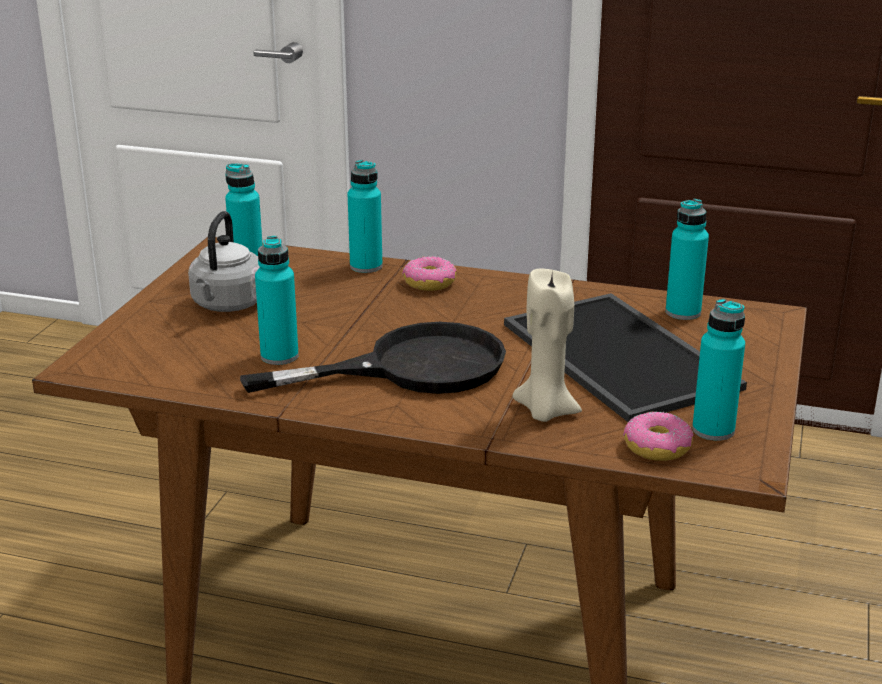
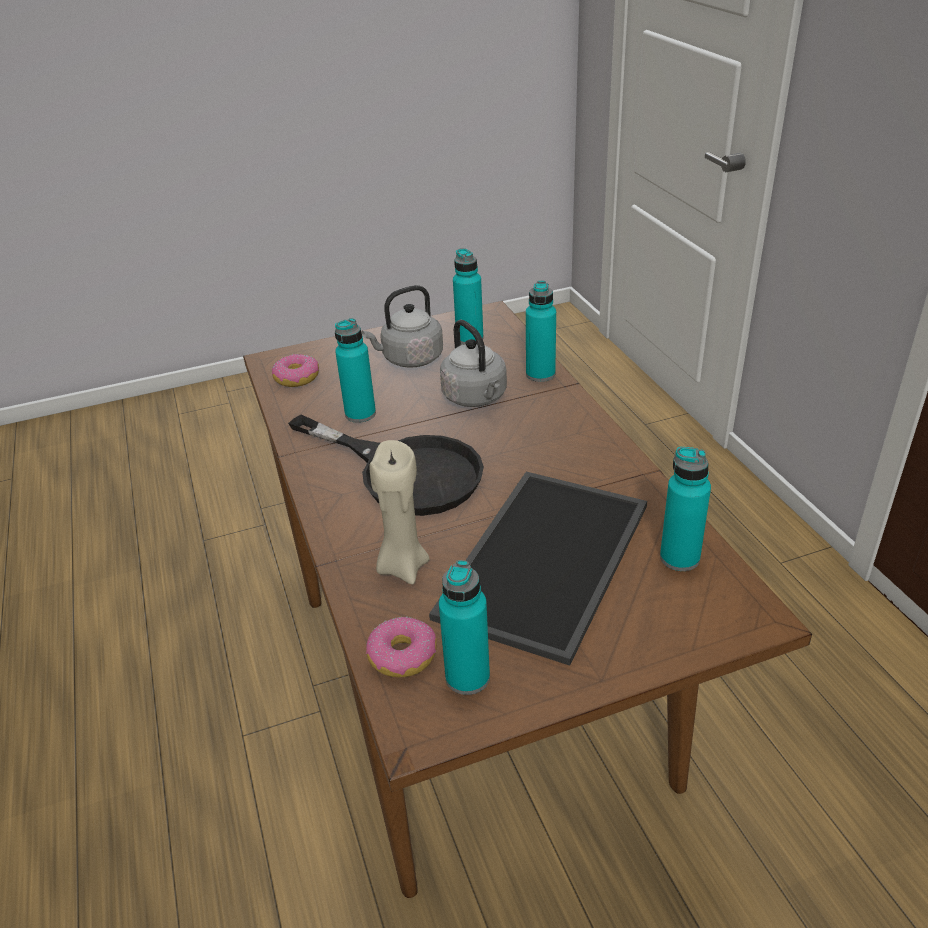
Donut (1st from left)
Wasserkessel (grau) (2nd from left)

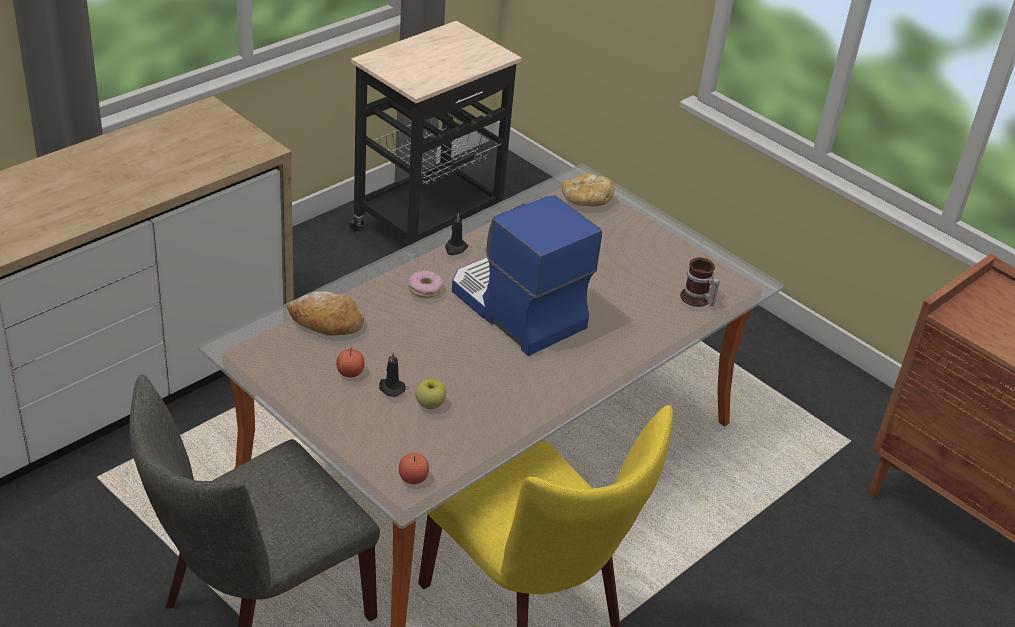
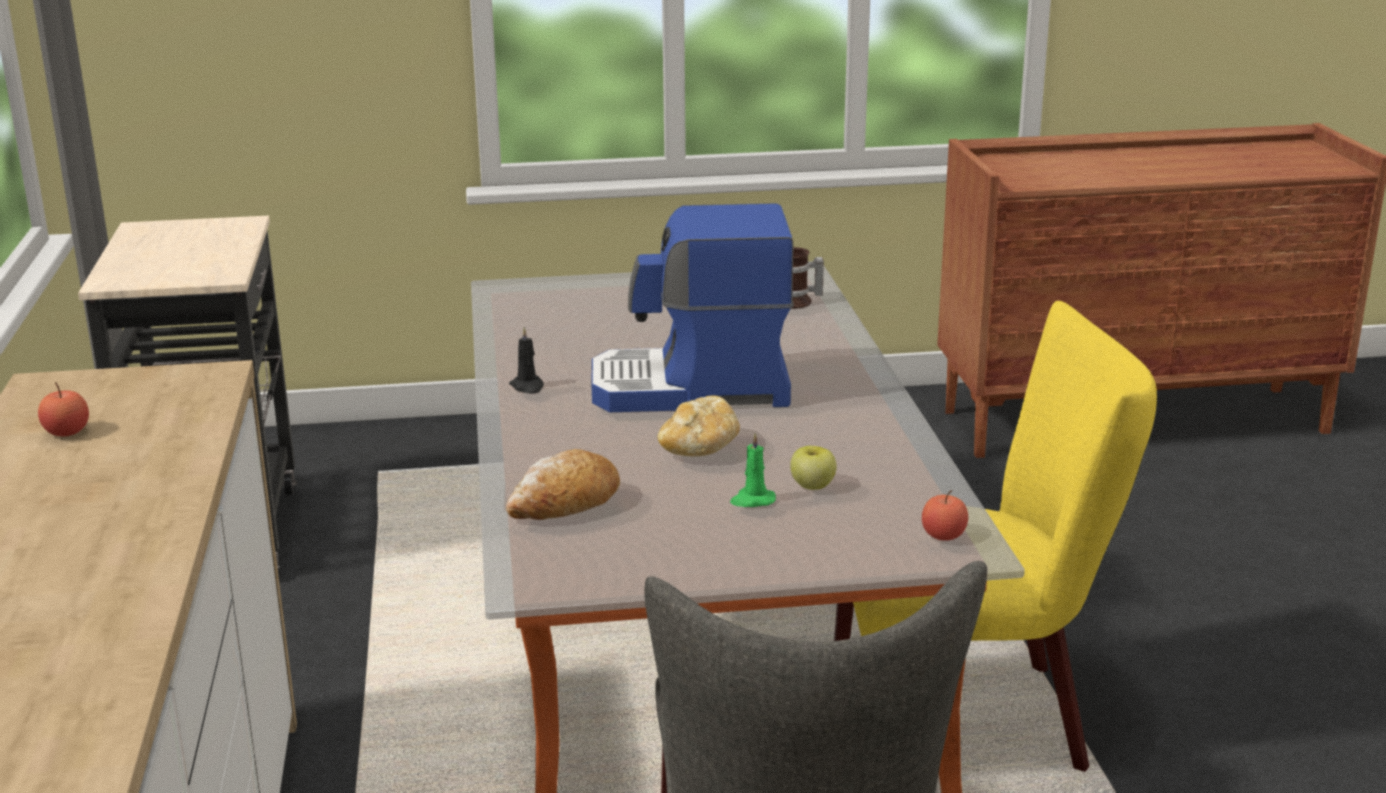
Apfel (1st from left)
Brot (2nd from left)
Kerze (grün)
Donut

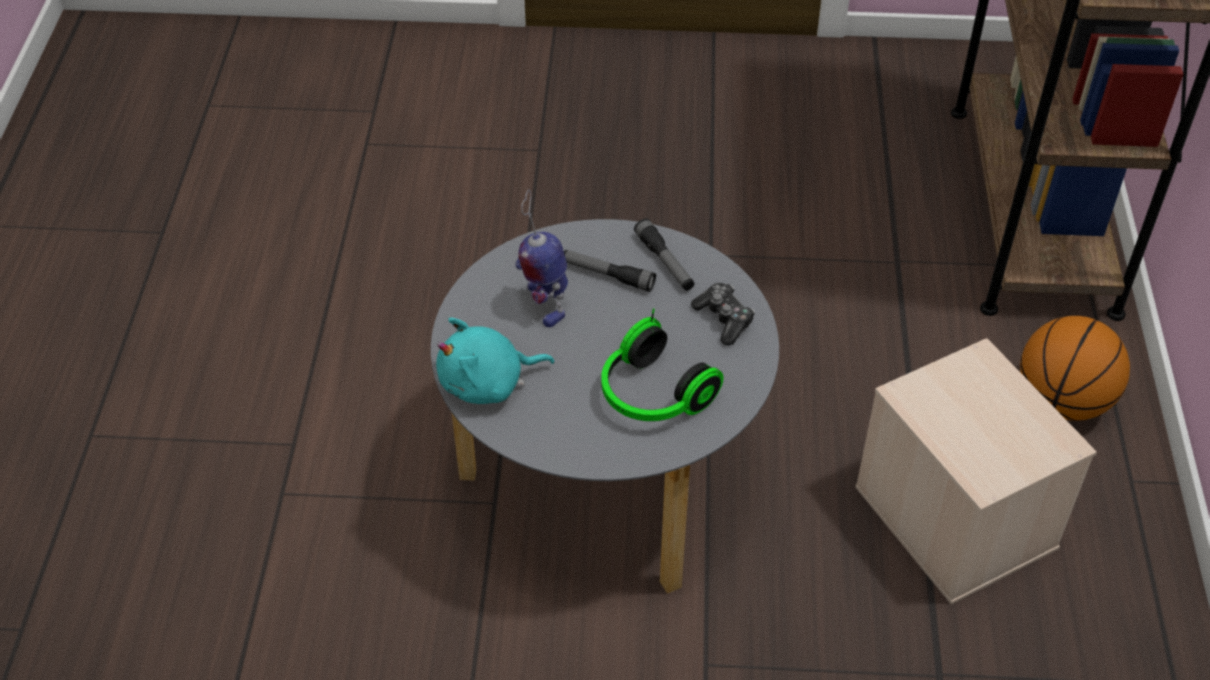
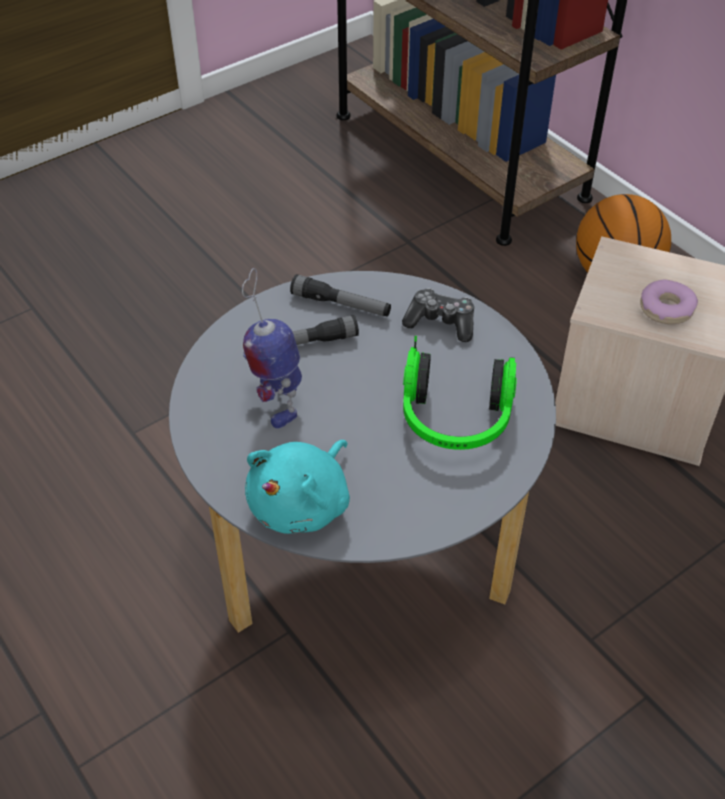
Spielzeugroboter
Donut

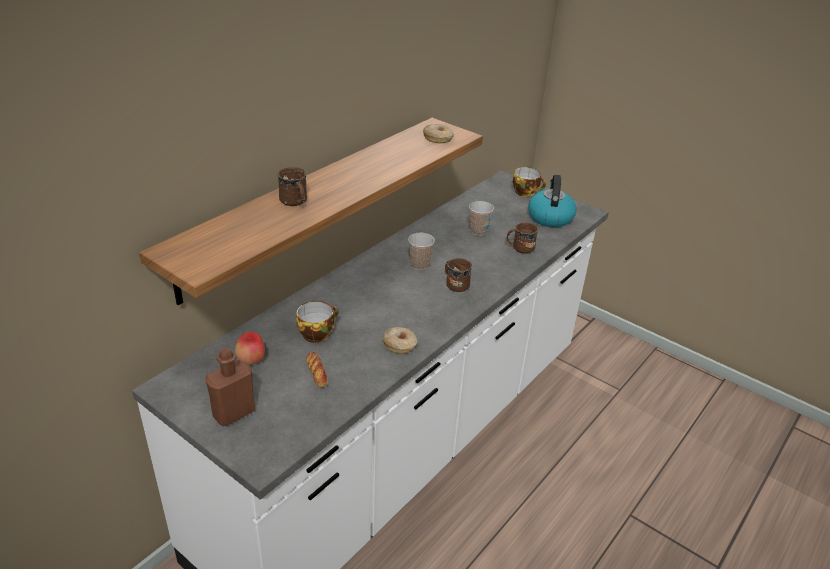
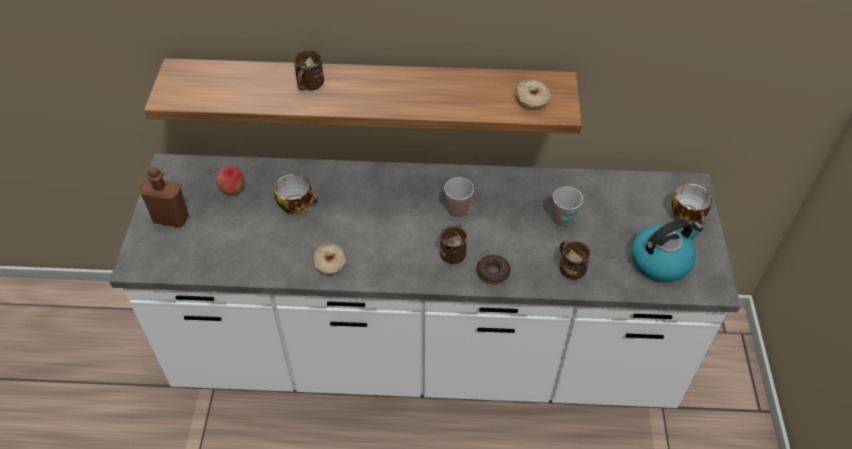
Donut (2nd from left)
Brot

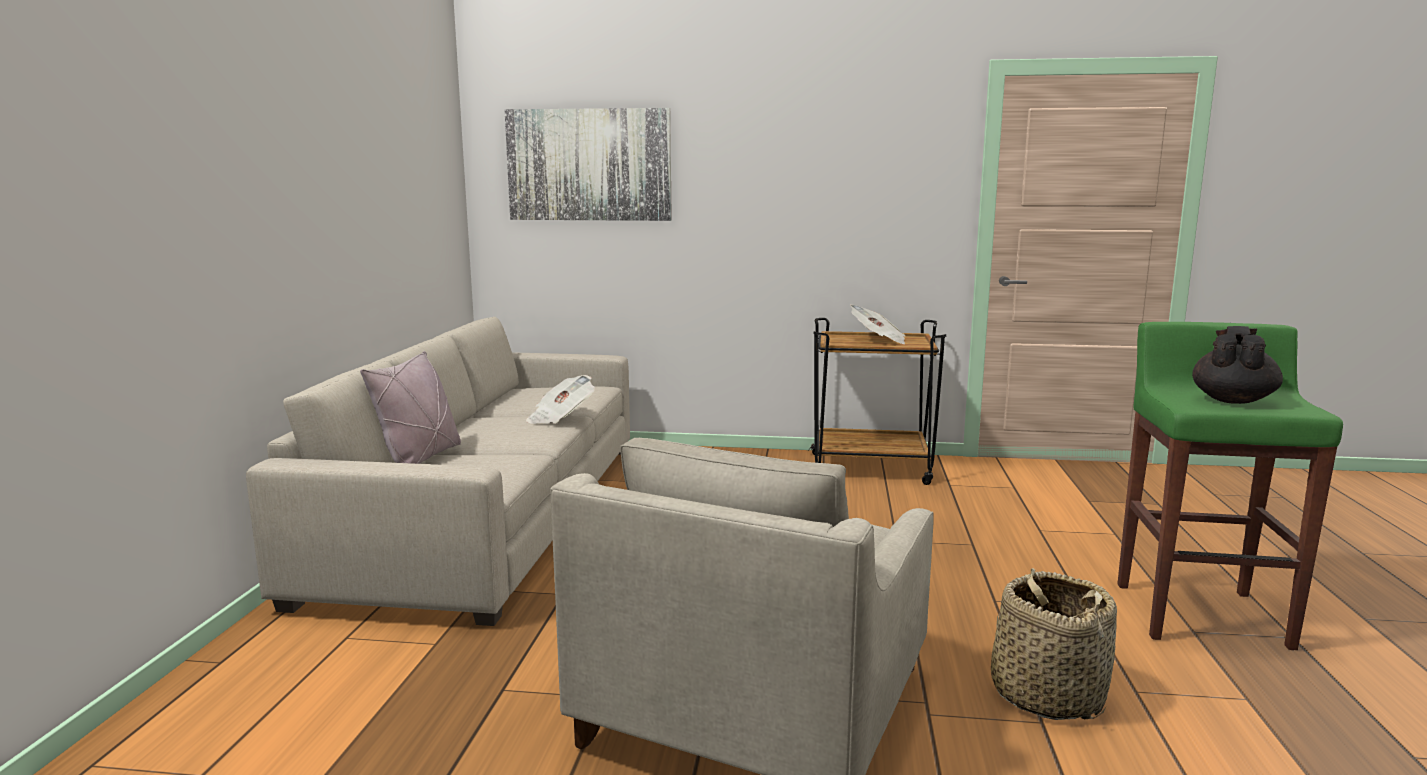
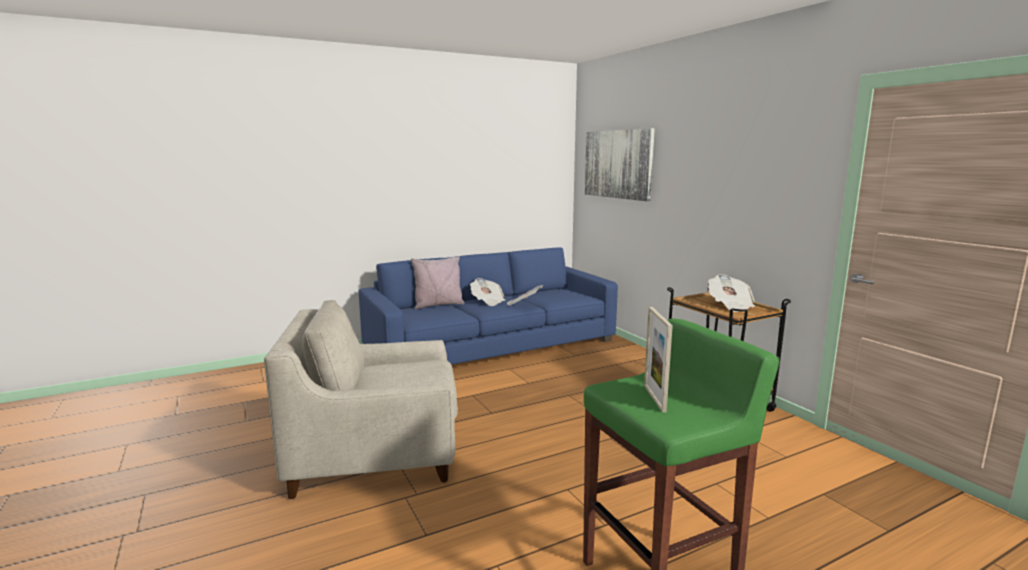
Sofa (blau)
Zeitung (1st from left)
Bilderrahmen
Korb

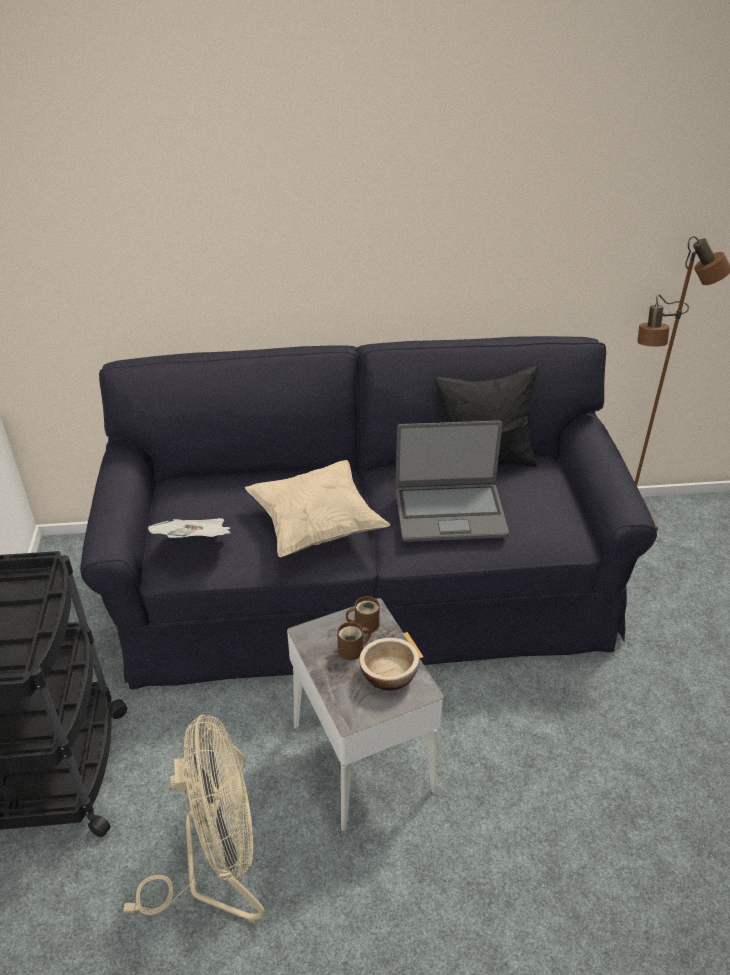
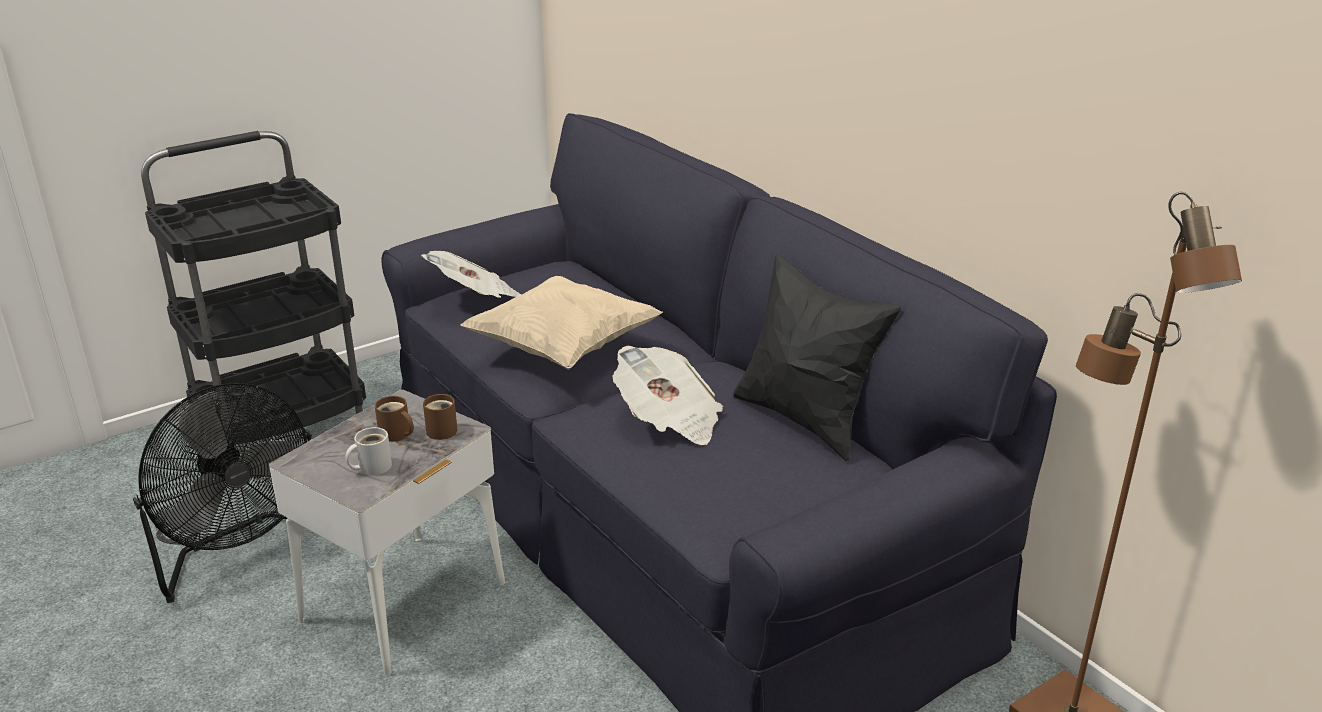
Ventilator (schwarz)
Henkelbecher (weiß)
Zeitung (2nd from left)

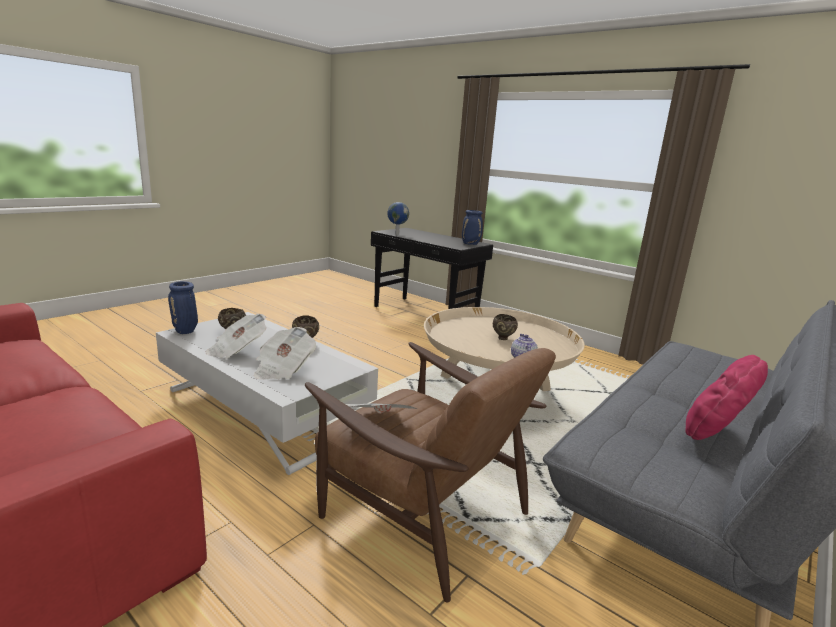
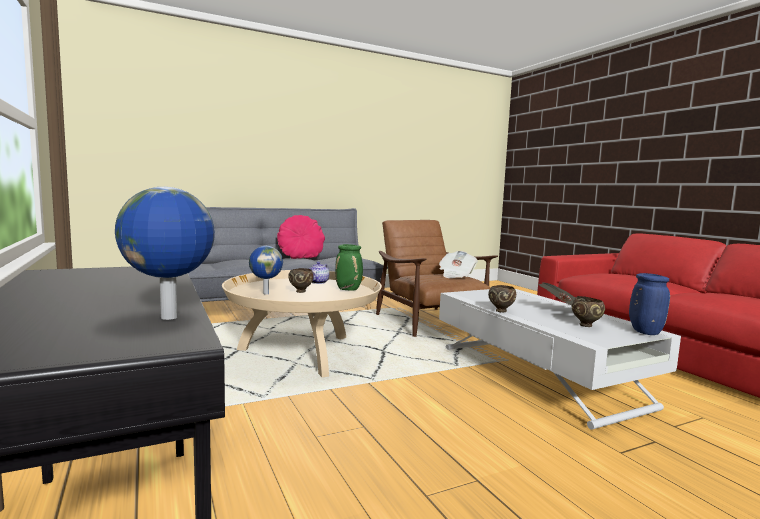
Globus (2nd from left)
Vase (grün)
Zeitung (2nd from left in the first image)
Vase (blau) (2nd from left in the first image)

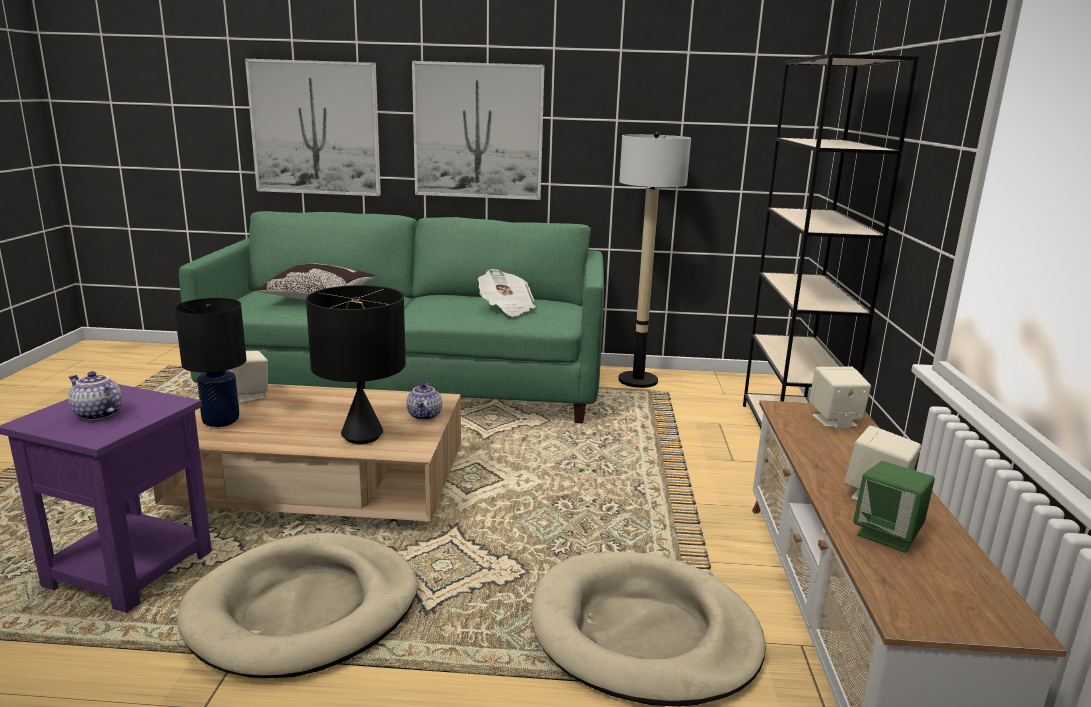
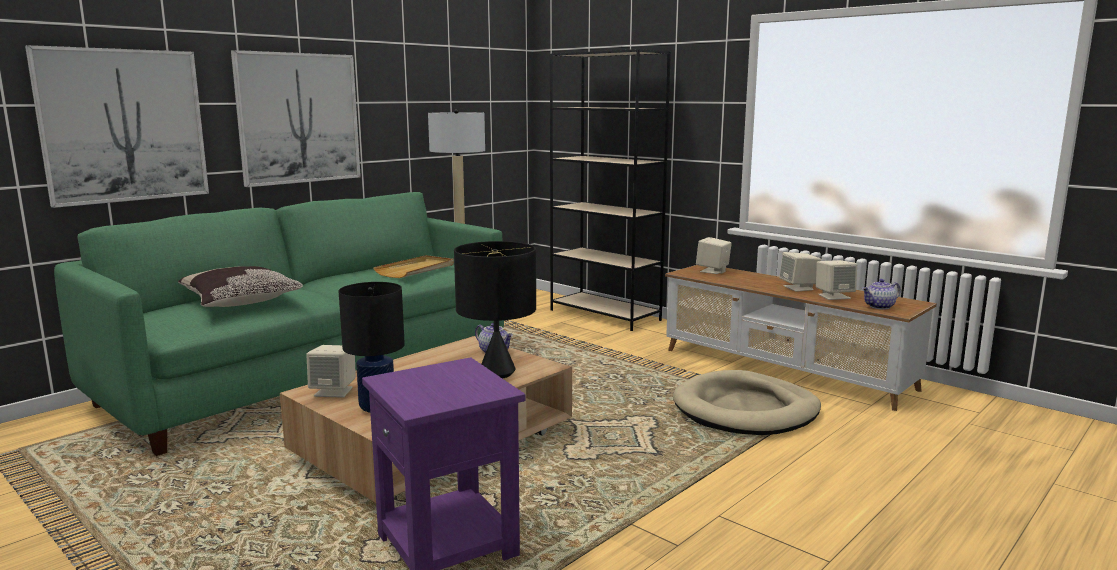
Tablett (beige)
Lautsprecher (beige) (4th from left)
Teekanne (2nd from left)
Hundebett (beige) (1st from left in the first image)

